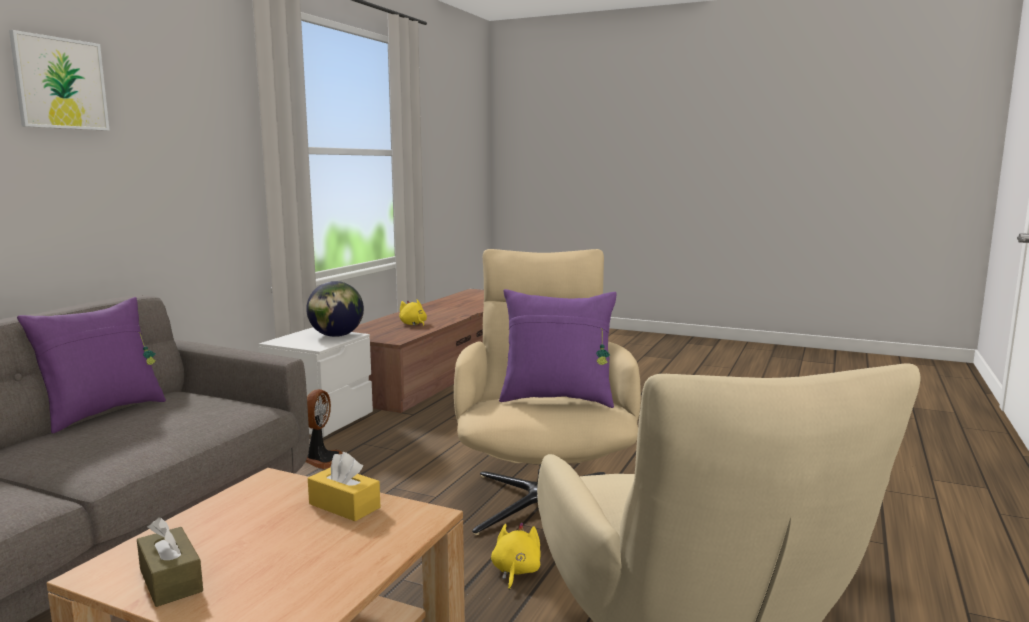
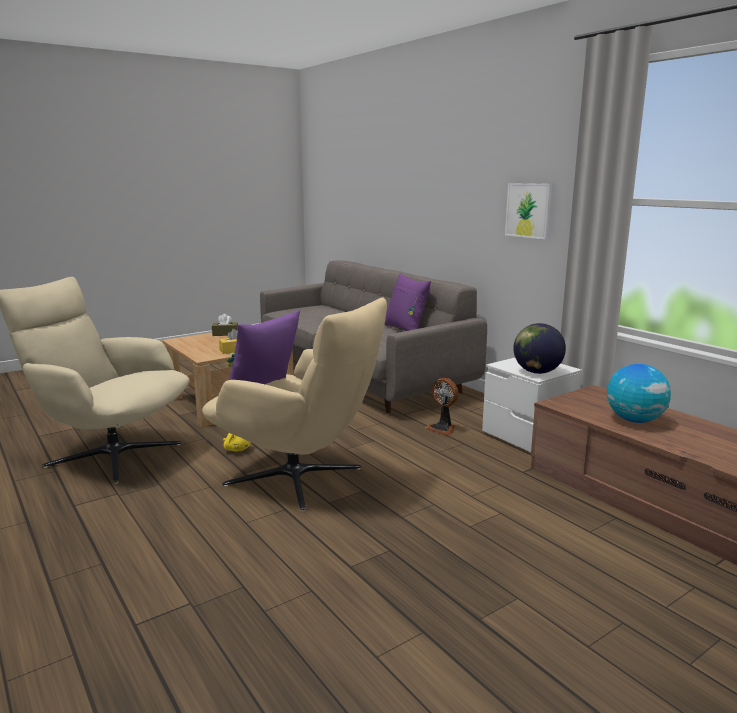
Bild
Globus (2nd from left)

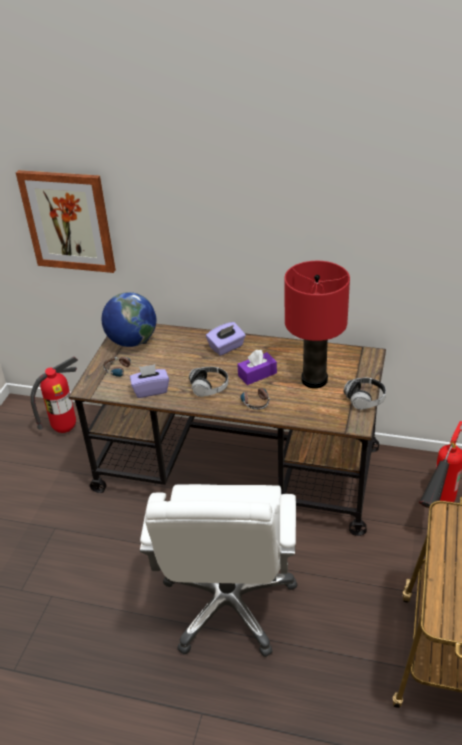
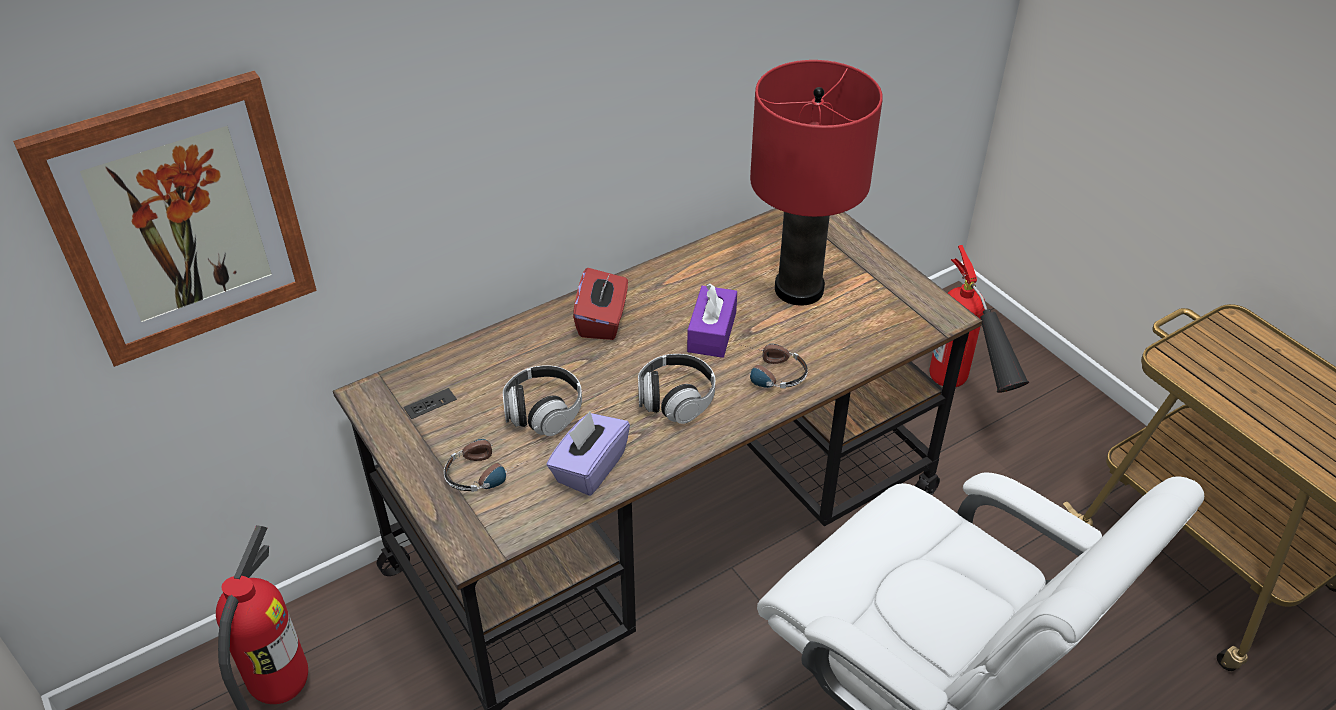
Kopfhörer (2nd from left)
Taschentuchbox (rot)
Globus

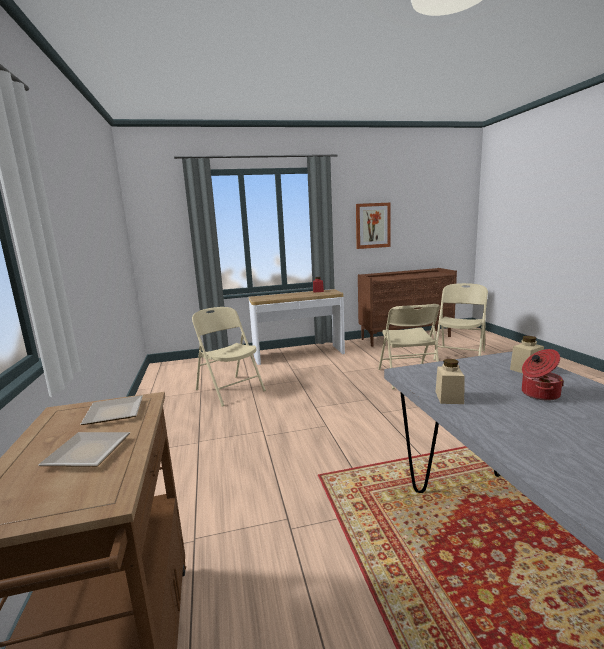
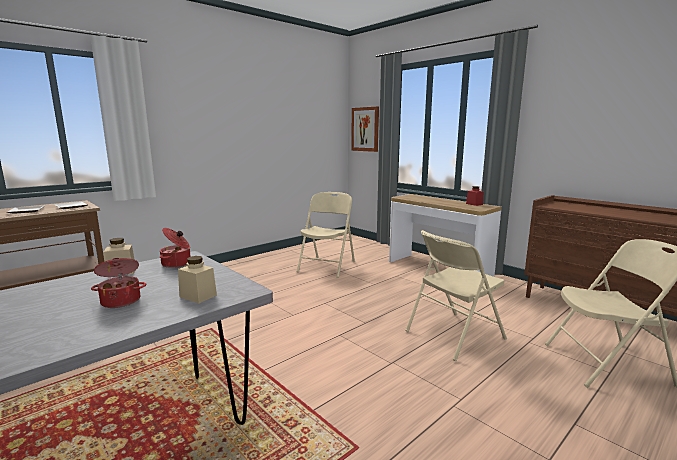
Kochtopf (2nd from left)
Bild

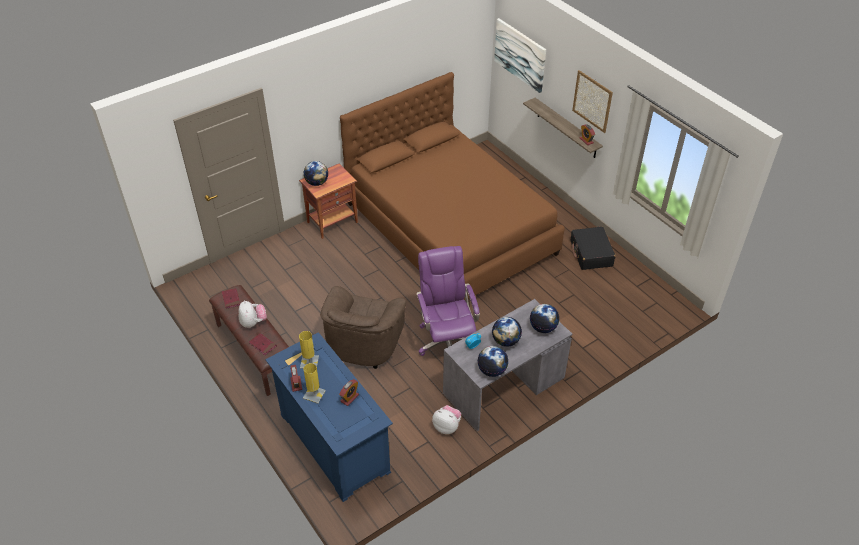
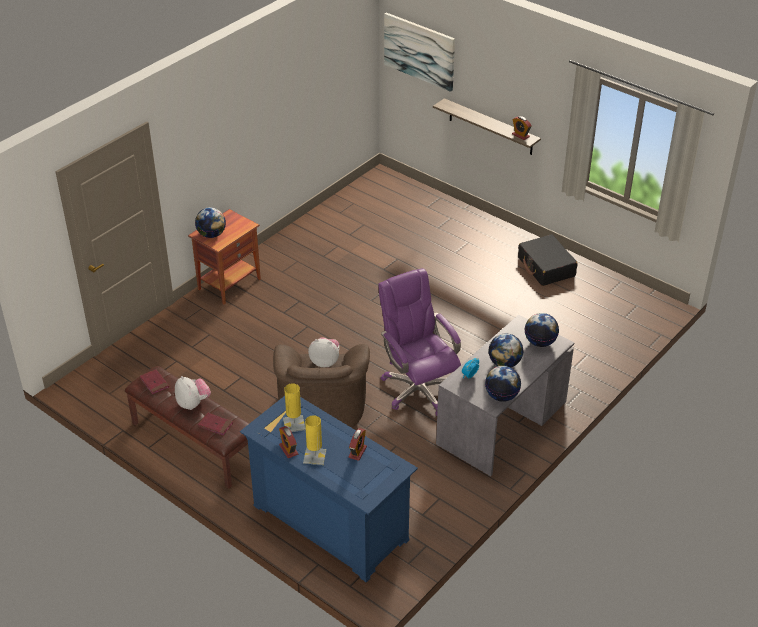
Plüschtier (2nd from left)
Bett (braun)
Bild (2nd from left in the first image)

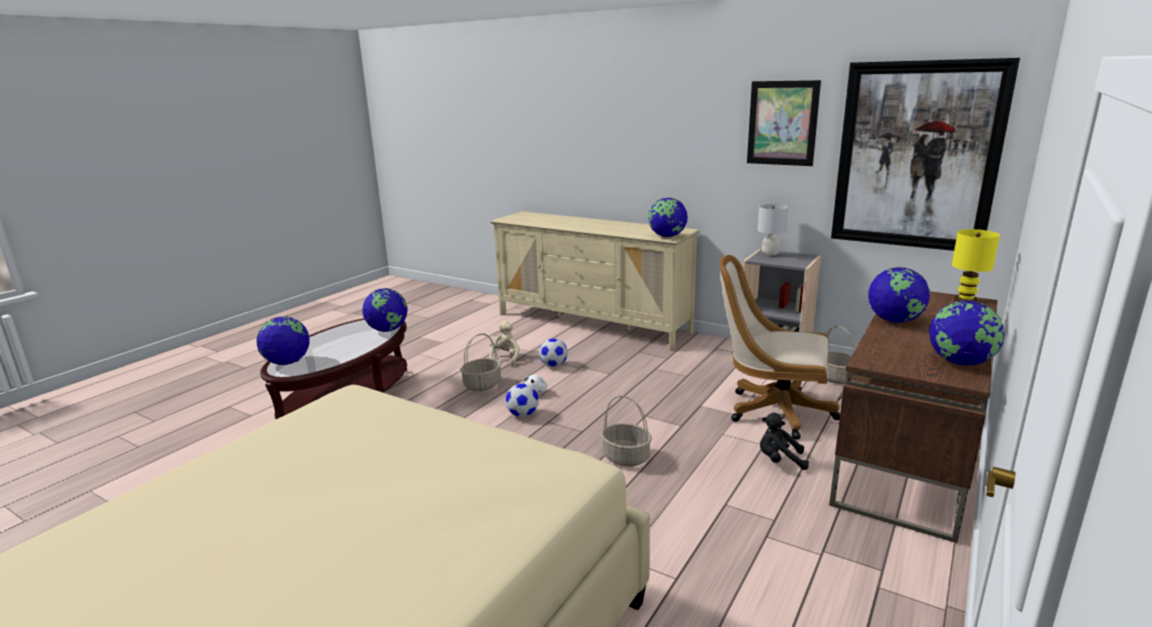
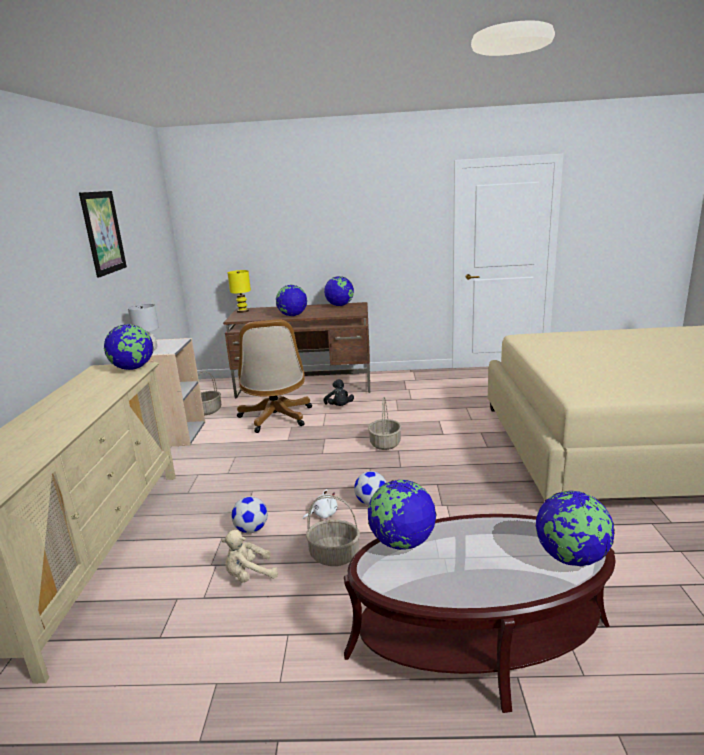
Bild (2nd from left in the first image)

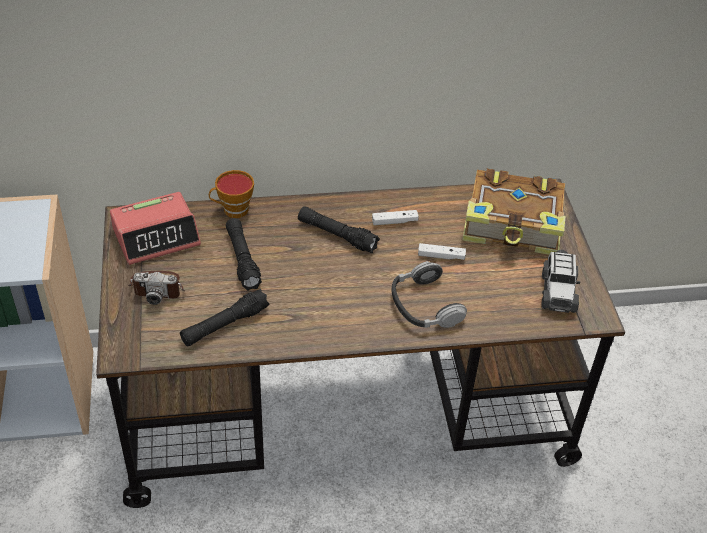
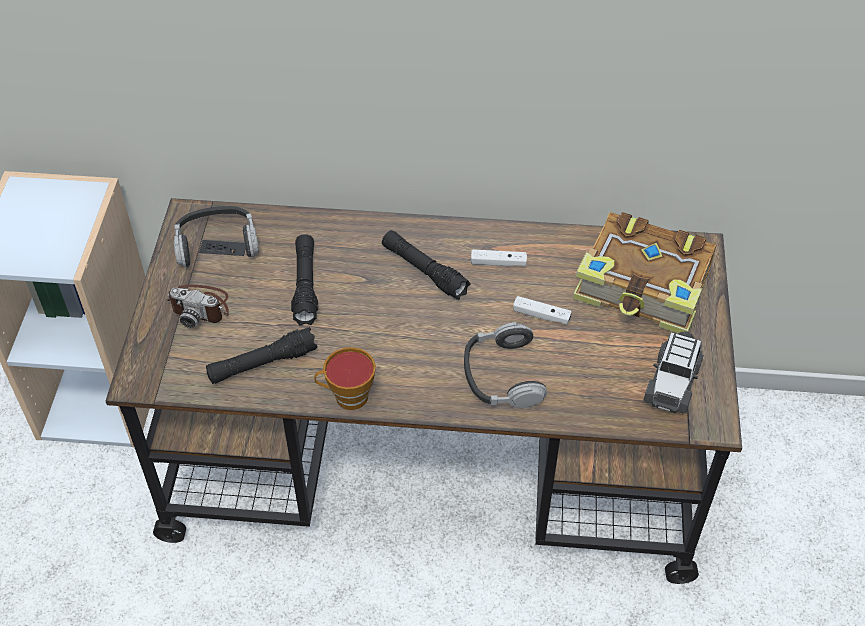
Kopfhörer (1st from left)
Tasse

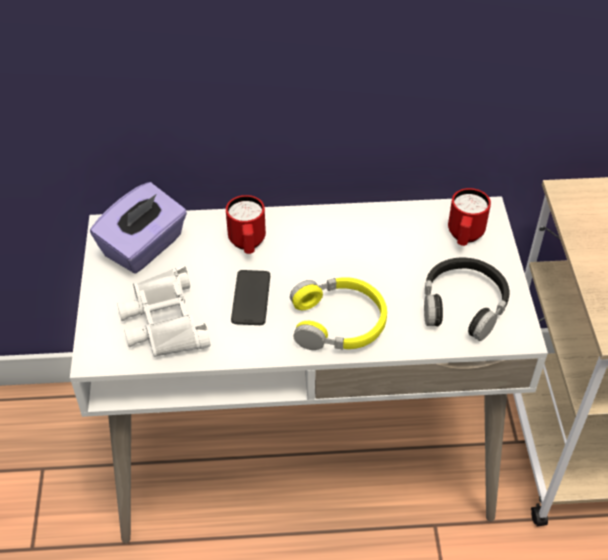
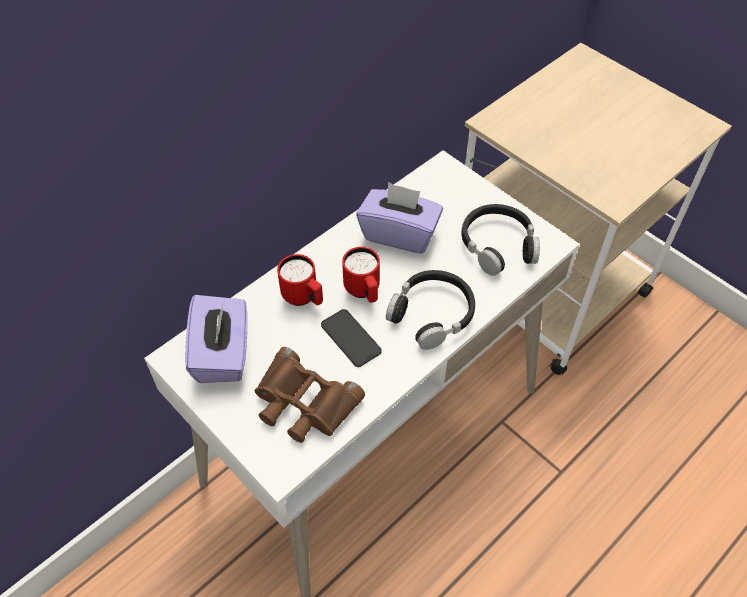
Fernglas (braun)
Henkelbecher (rot) (2nd from left)
Taschentuchbox (lila) (2nd from left)
Kopfhörer (schwarz) (1st from left)

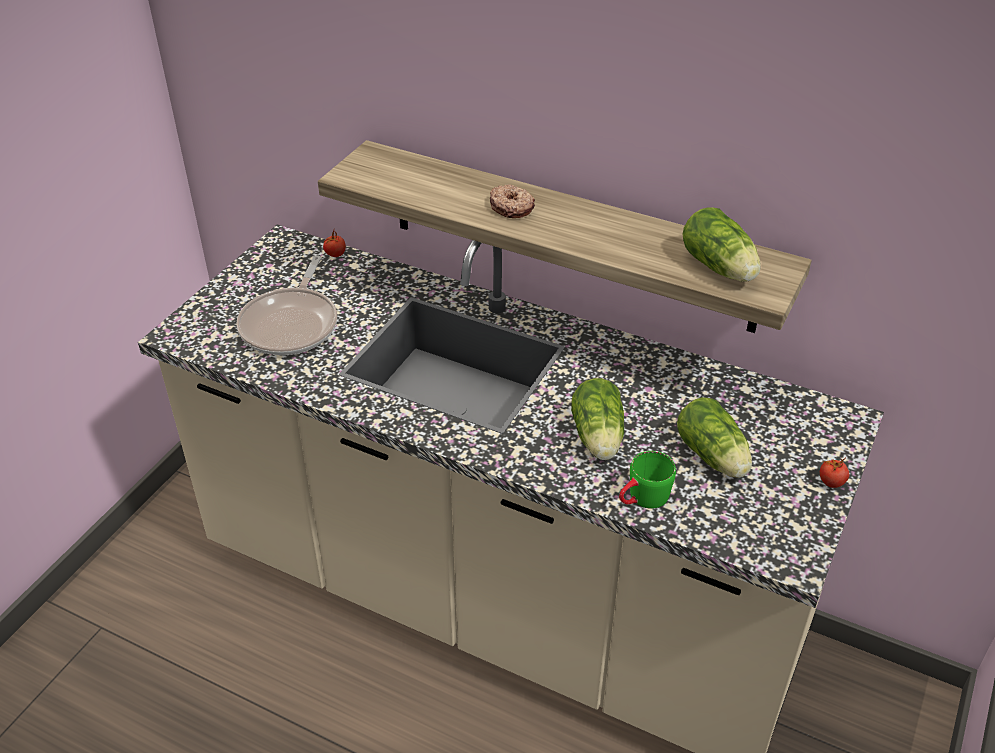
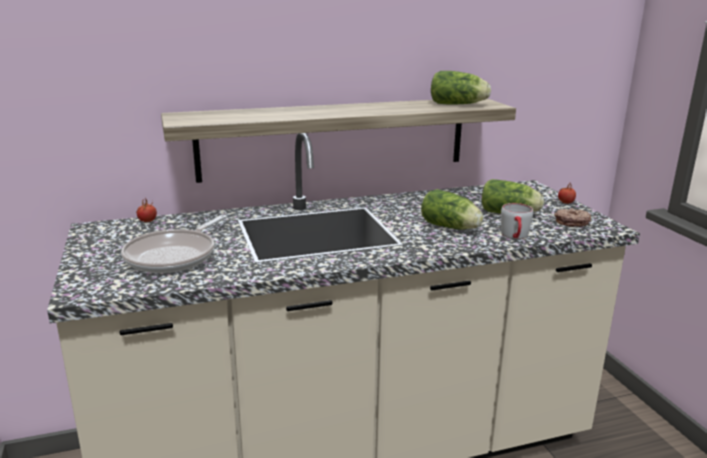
Pfanne
Henkelbecher (grau)
Donut

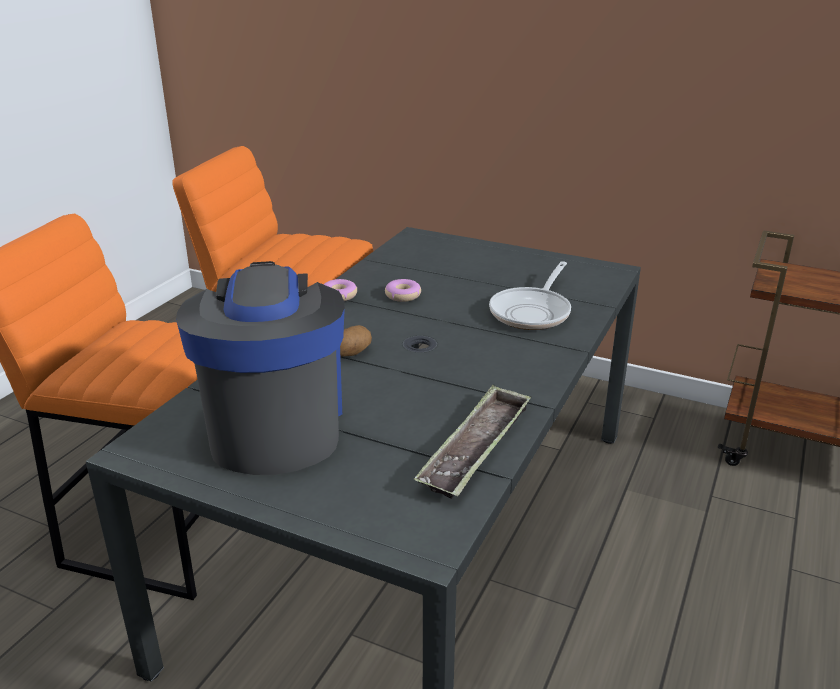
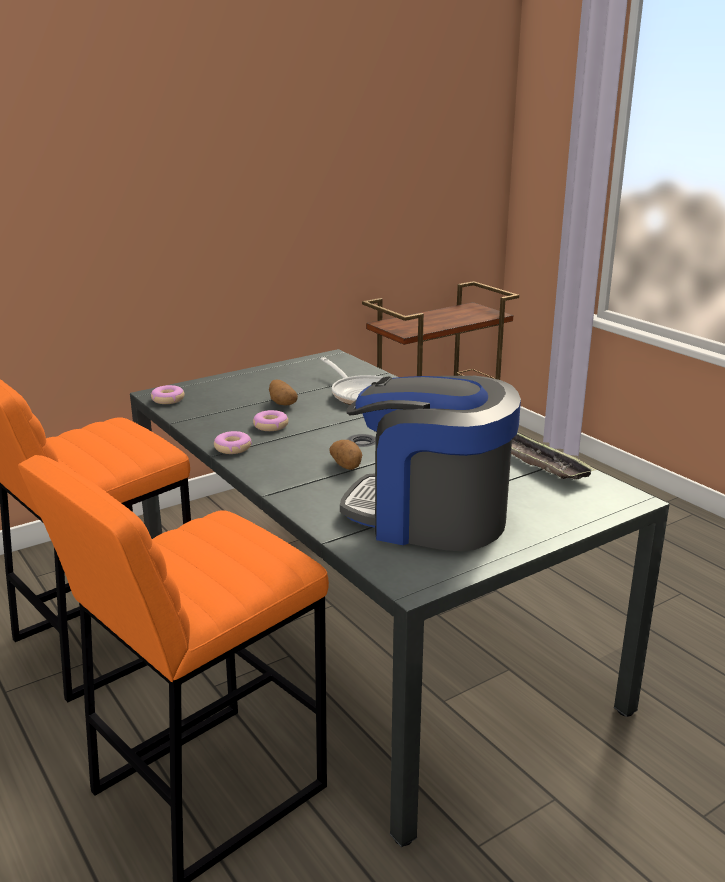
Donut (1st from left)
Kartoffel (1st from left)

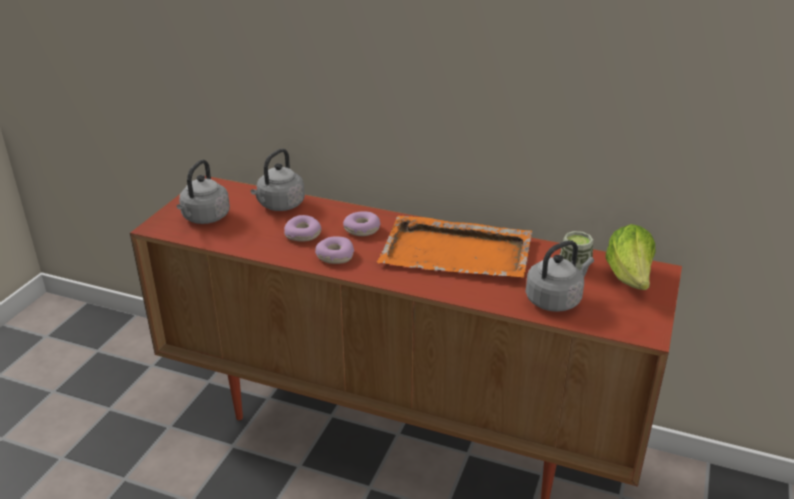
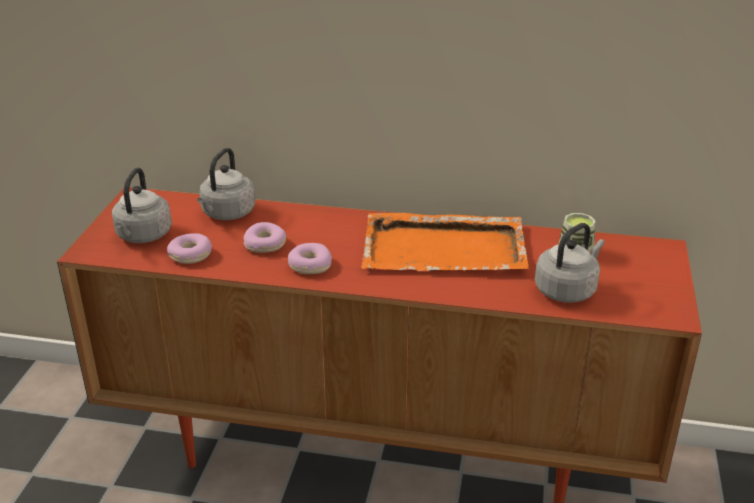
Donut (1st from left)
Salatkopf

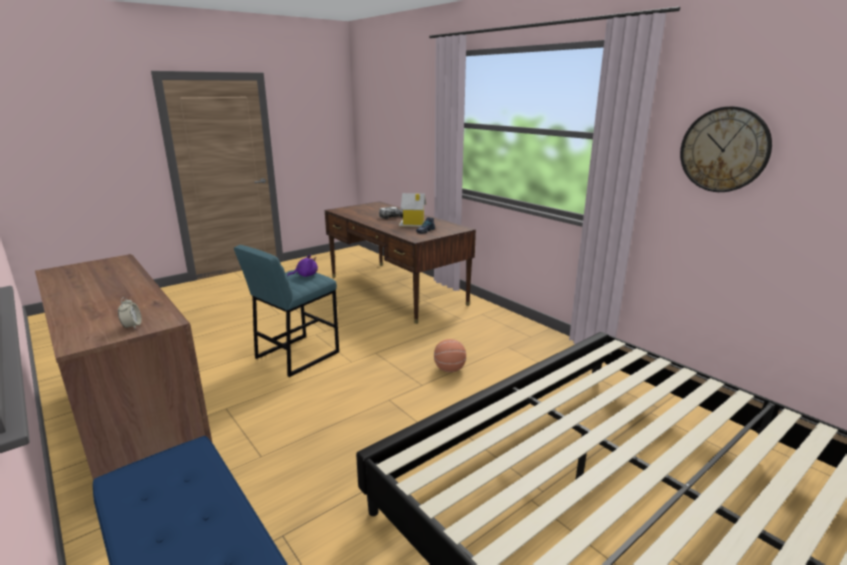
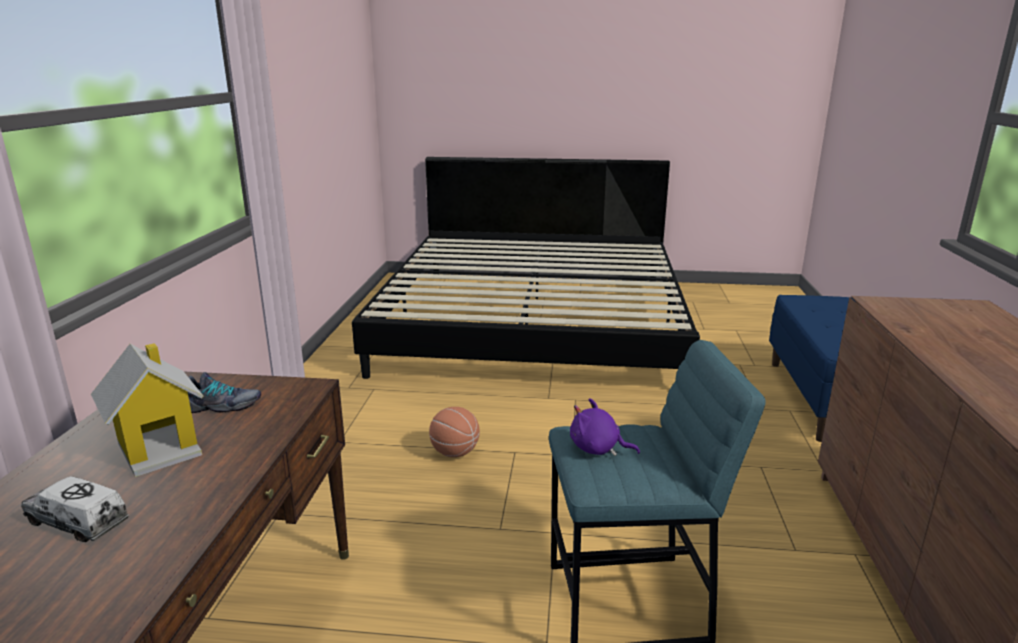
Wecker
Wanduhr

